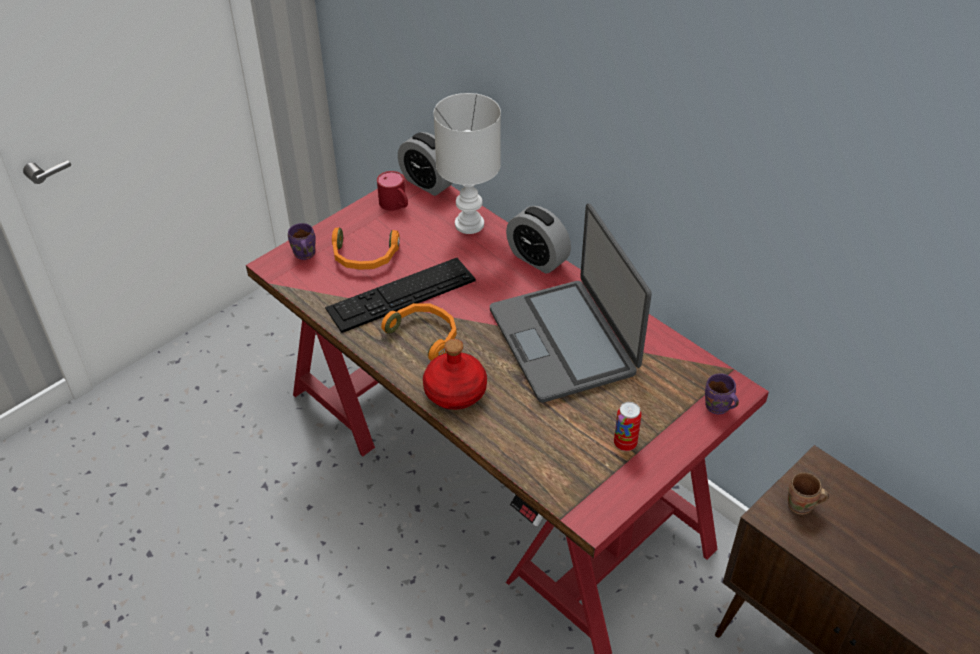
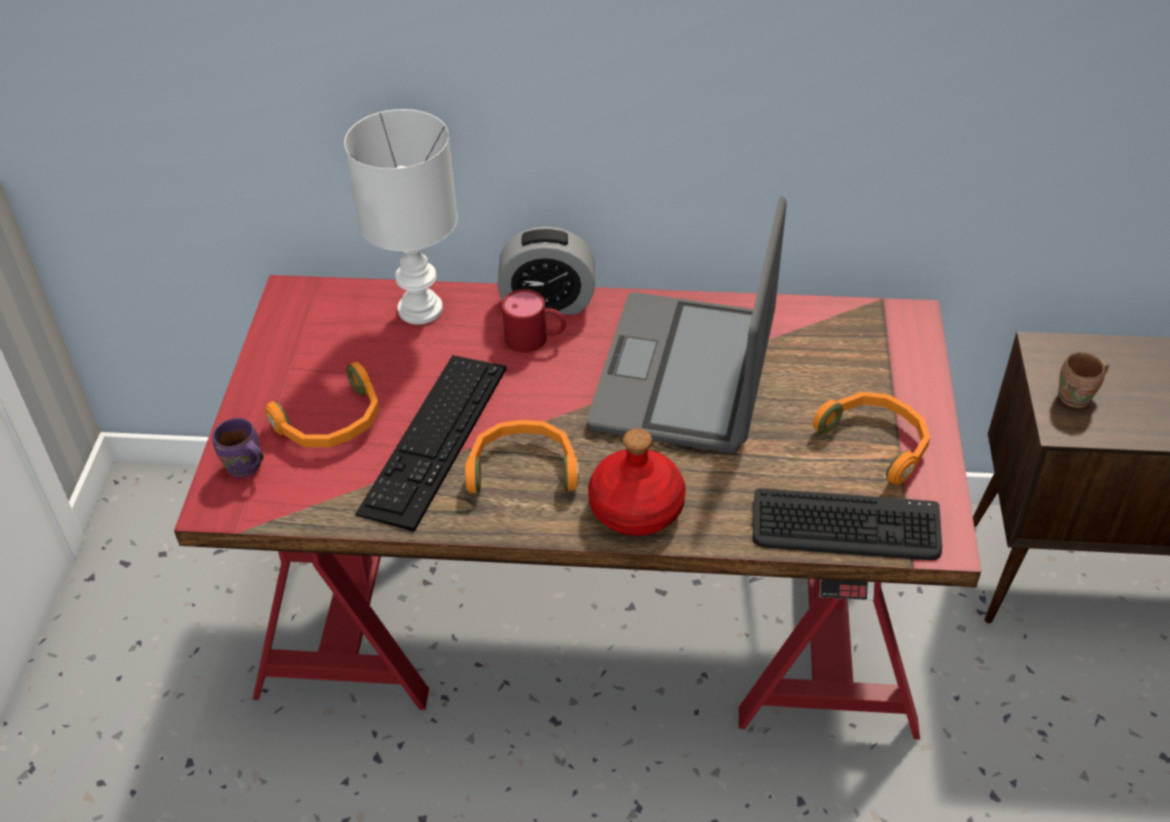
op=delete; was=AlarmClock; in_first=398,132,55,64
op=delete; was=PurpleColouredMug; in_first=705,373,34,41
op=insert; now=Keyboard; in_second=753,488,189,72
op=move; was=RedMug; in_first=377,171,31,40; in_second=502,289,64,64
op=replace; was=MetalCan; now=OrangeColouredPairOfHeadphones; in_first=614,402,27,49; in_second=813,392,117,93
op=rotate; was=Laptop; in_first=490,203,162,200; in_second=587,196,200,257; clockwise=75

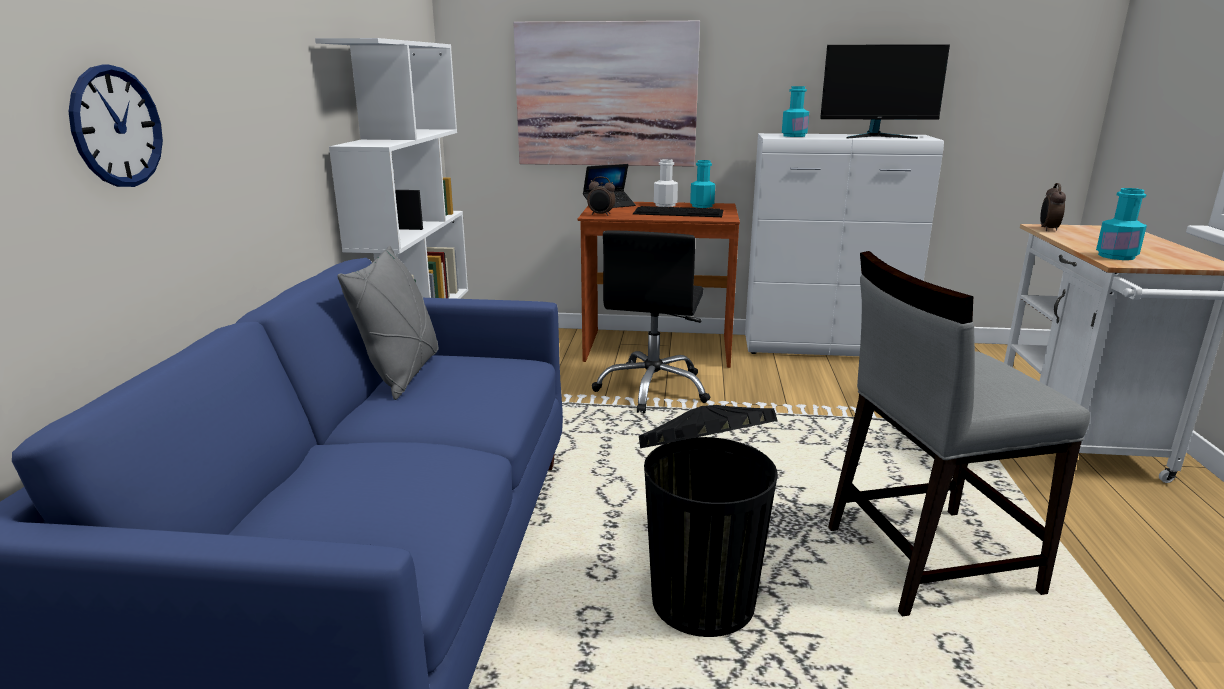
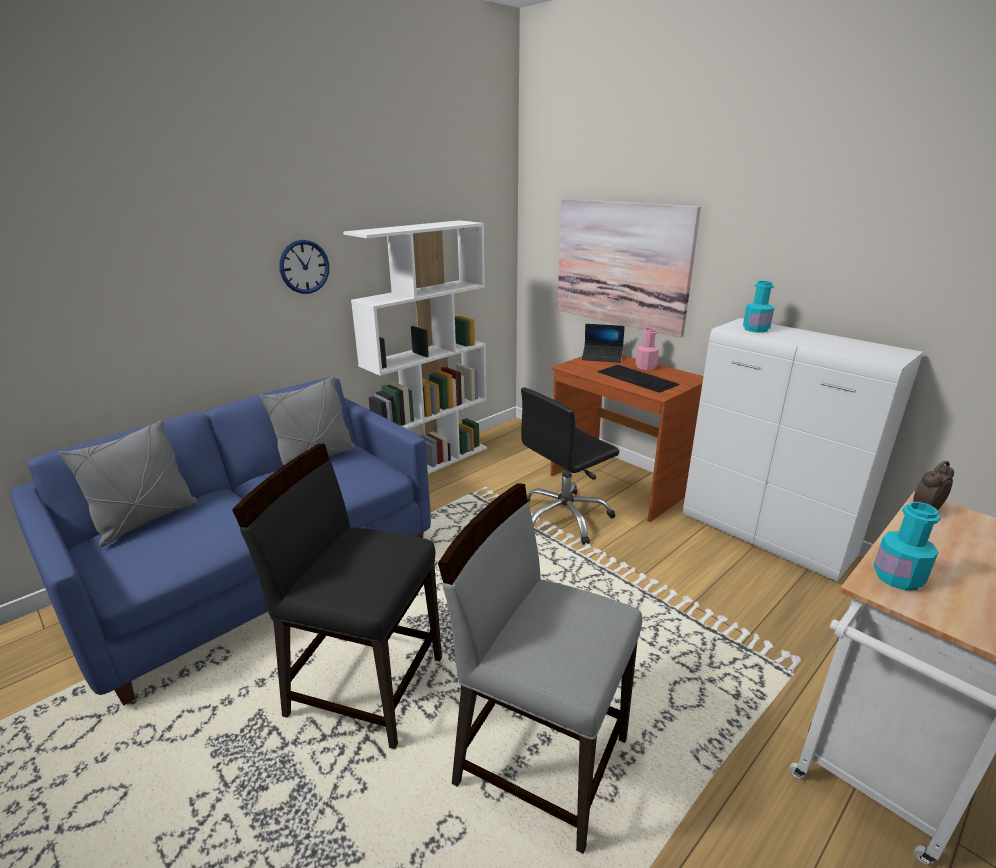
op=delete; was=AlarmClock; in_first=587,177,29,39
op=delete; was=BlueGreenDrinkBottle; in_first=690,160,25,48
op=delete; was=ComputerDisplay; in_first=820,45,130,94
op=insert; now=GreyThrowPillow; in_second=58,420,140,127
op=move; was=ClockOnTheWall; in_first=68,64,95,123; in_second=279,240,50,54
op=replace; was=BlackTrashCan; now=BlackUprightChair; in_first=639,405,139,232; in_second=232,444,210,305
op=recolor; was=WhiteDrinkBottle; now=PinkishDrinkBottle; in_first=654,159,24,48; in_second=636,328,23,42

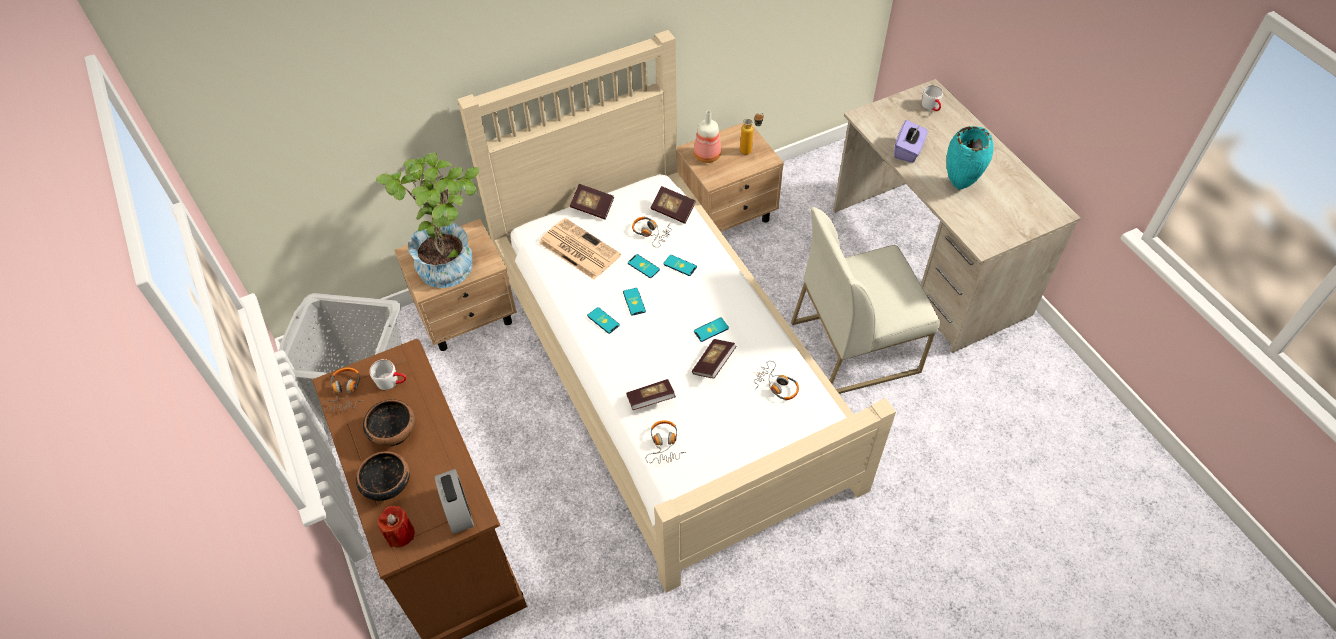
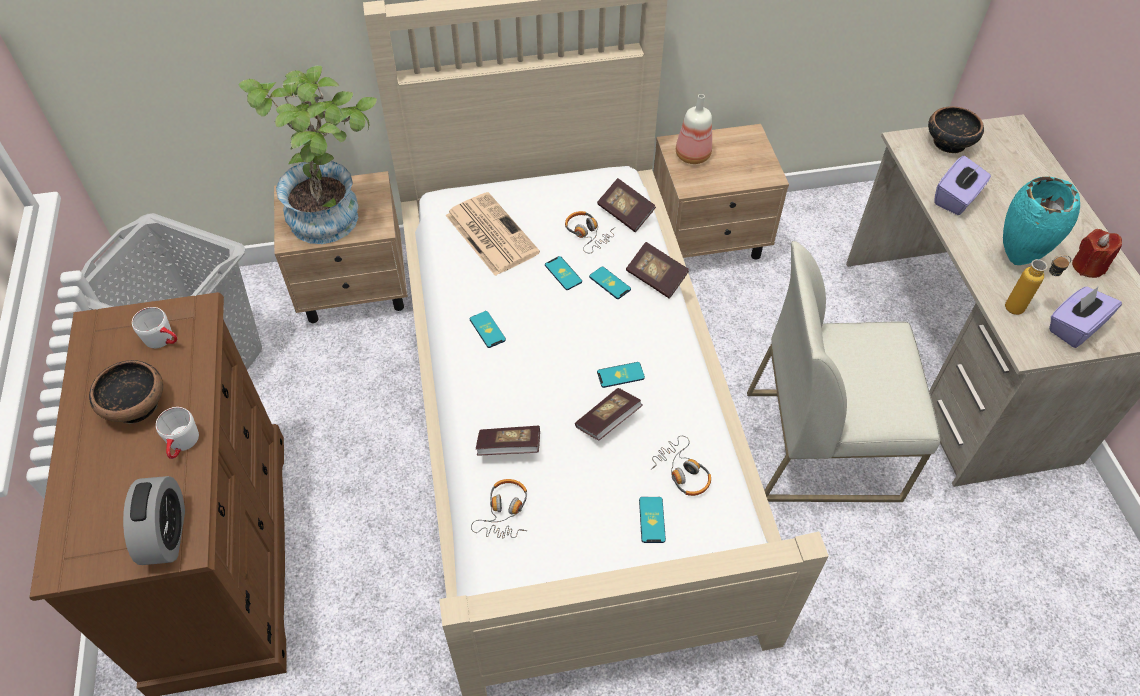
op=delete; was=PairOfHeadphones; in_first=319,368,42,44
op=insert; now=PurpleColouredTissueHolder; in_second=1049,287,73,61
op=move; was=Bowl; in_first=356,451,54,50; in_second=928,106,56,48
op=move; was=RedCandle; in_first=378,506,37,41; in_second=1072,229,50,49
op=move; was=Volume; in_first=570,184,44,36; in_second=626,242,63,57
op=move; was=Handset; in_first=623,288,23,28; in_second=639,497,27,46
op=move; was=DrinkBottle; in_first=740,113,24,42; in_second=1005,255,66,60
op=move; was=WhiteMug; in_first=922,85,21,26; in_second=156,407,43,52

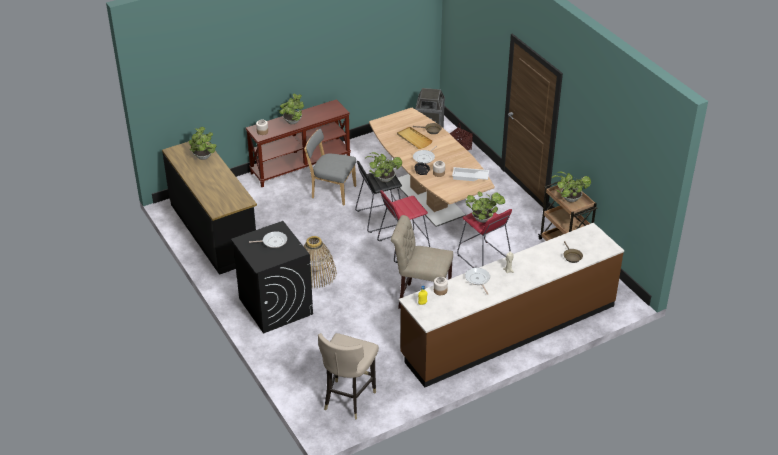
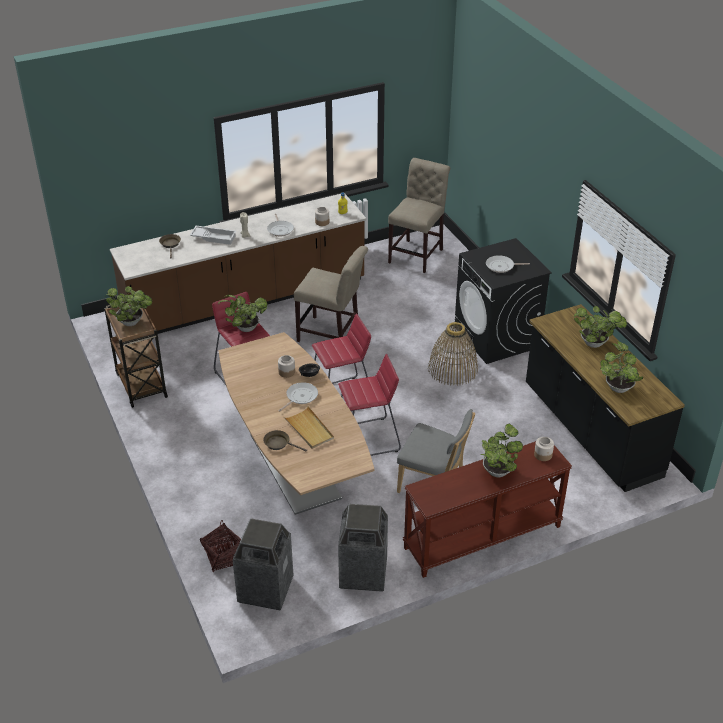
op=insert; now=TrashCan; in_second=338,504,50,88
op=move; was=PottedPlant; in_first=366,152,36,30; in_second=574,306,53,42
op=move; was=WhiteCarryingTray; in_first=452,167,37,14; in_second=190,226,46,19
op=replace; was=BeigeStoolSeat; now=BeigeUprightChair; in_first=318,333,61,86; in_second=388,158,62,115
op=recolor; was=BlackStoolSeat; now=RedStoolSeat; in_first=355,161,47,72; in_second=338,354,63,102

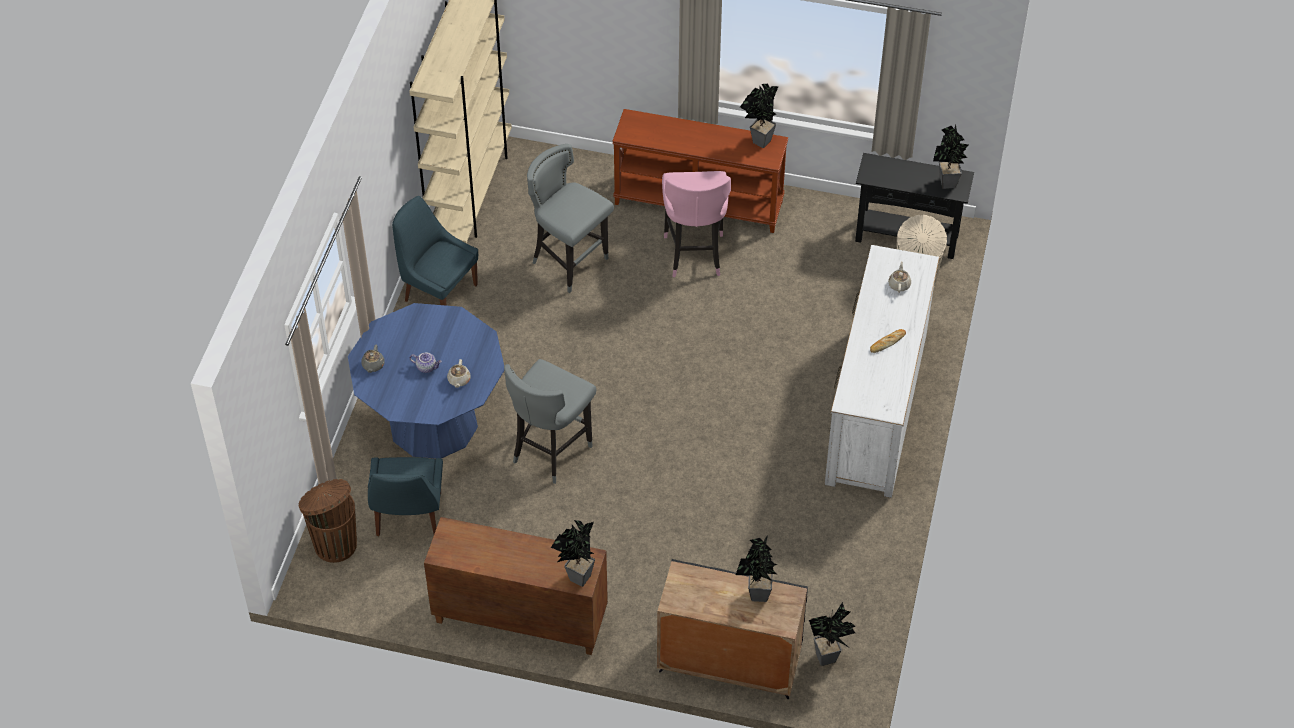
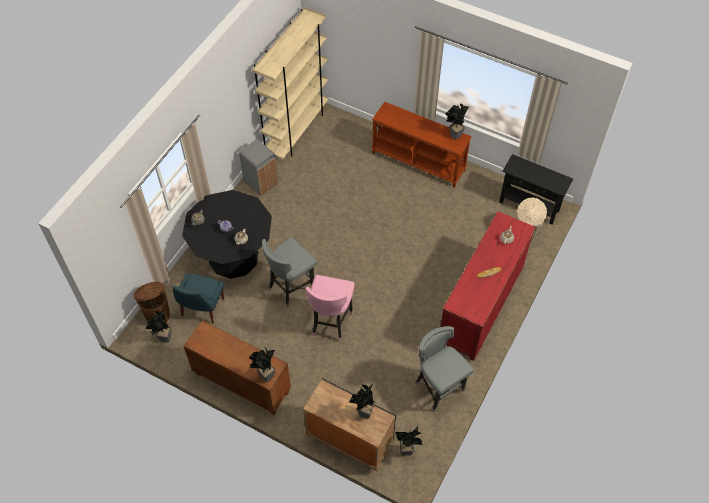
op=move; was=GreyStoolSeat; in_first=527,144,87,149; in_second=415,326,59,86
op=move; was=PinkishStoolSeat; in_first=662,171,69,107; in_second=305,275,50,67
op=move; was=PottedPlant; in_first=933,124,35,65; in_second=146,310,25,33
op=replace; was=BluishUprightChair; now=GreyTrashCan; in_first=392,196,86,109; in_second=239,139,40,57
op=recolor; was=BluishDinnerTable; now=BlackDinnerTable; in_first=348,303,156,156; in_second=182,190,90,89
op=recolor; was=WhiteChestOfDrawers; now=RedChestOfDrawers; in_first=825,245,115,253; in_second=441,211,95,150

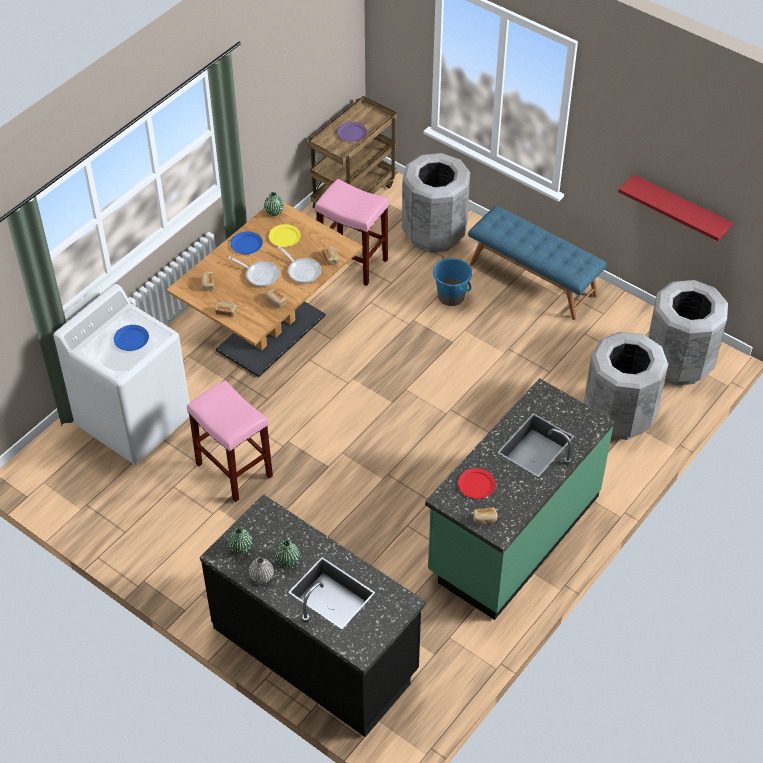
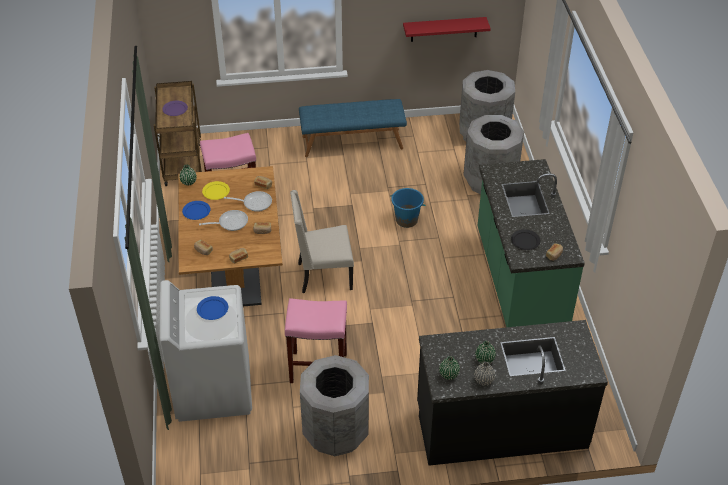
op=insert; now=BeigeUprightChair; in_second=290,190,64,103
op=move; was=GreyTrashCan; in_first=402,153,68,100; in_second=300,355,69,101
op=move; was=BluishWaterBucket; in_first=433,258,39,48; in_second=390,188,36,40
op=recolor; was=RedPlate; now=BlackPlate; in_first=458,468,38,31; in_second=511,229,29,21

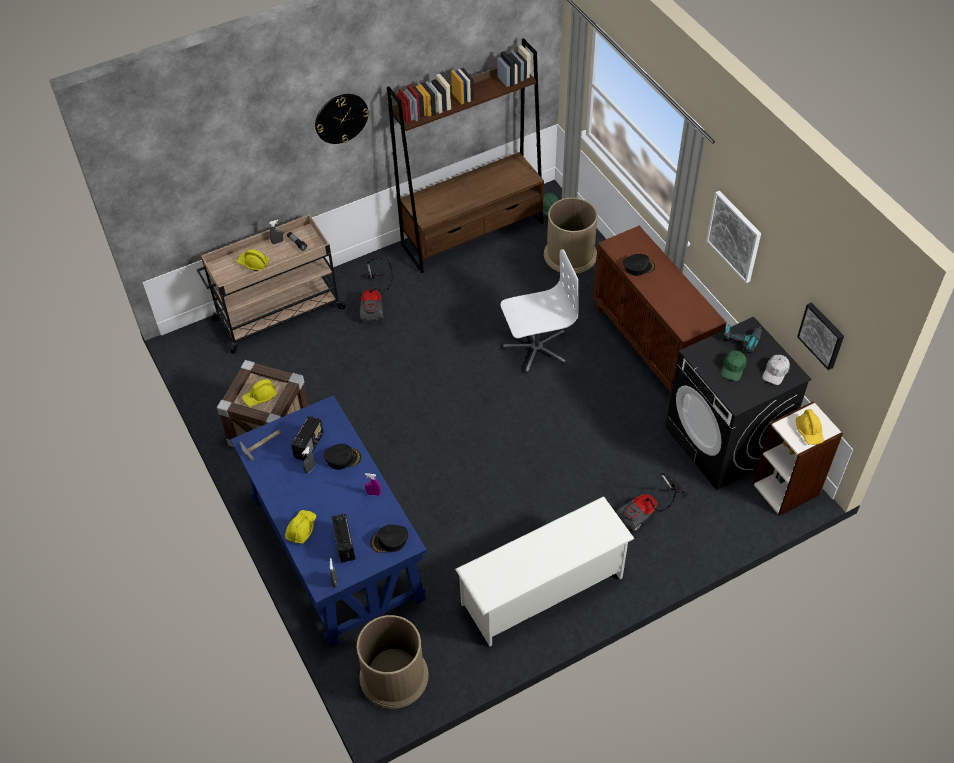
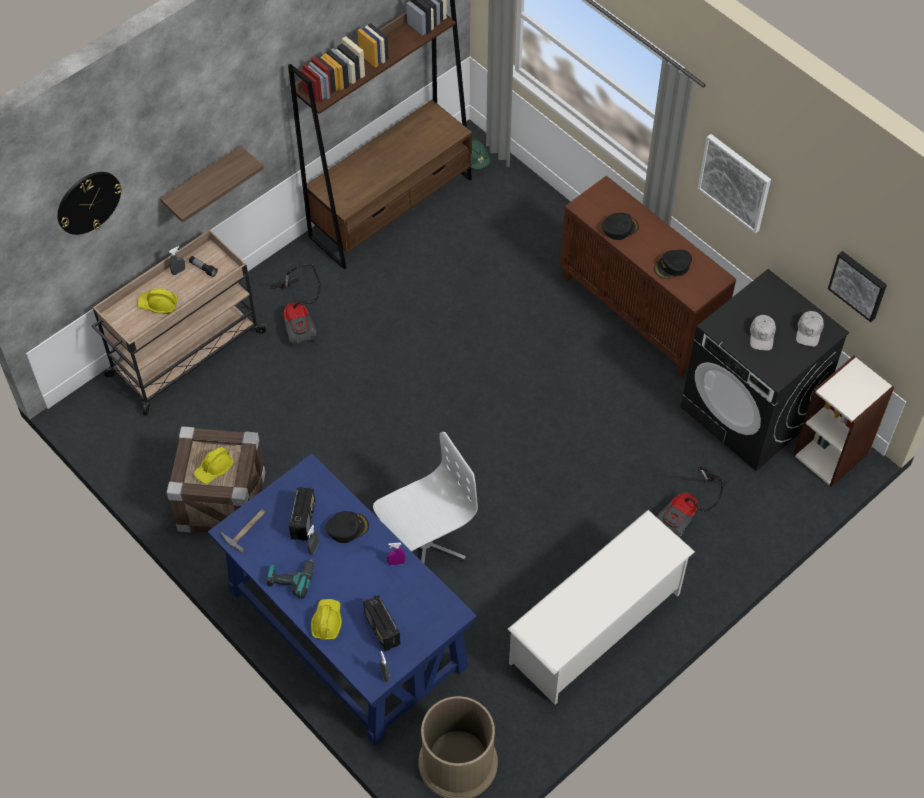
op=delete; was=BrownTrashCan; in_first=544,198,54,76
op=delete; was=YellowHardHat; in_first=796,409,28,36
op=insert; now=BracketShelf; in_second=160,146,104,77
op=move; was=ClockOnTheWall; in_first=315,94,54,50; in_second=57,172,65,63
op=move; was=BlackBaseballCap; in_first=370,525,38,28; in_second=654,250,38,29
op=move; was=WhiteDeskChair; in_first=501,249,78,125; in_second=373,432,105,132
op=move; was=Drill; in_first=723,325,39,29; in_second=267,558,47,41
op=recolor; was=GreenColouredBaseballCap; now=WhiteBaseballCap; in_first=721,350,26,31; in_second=750,315,26,36

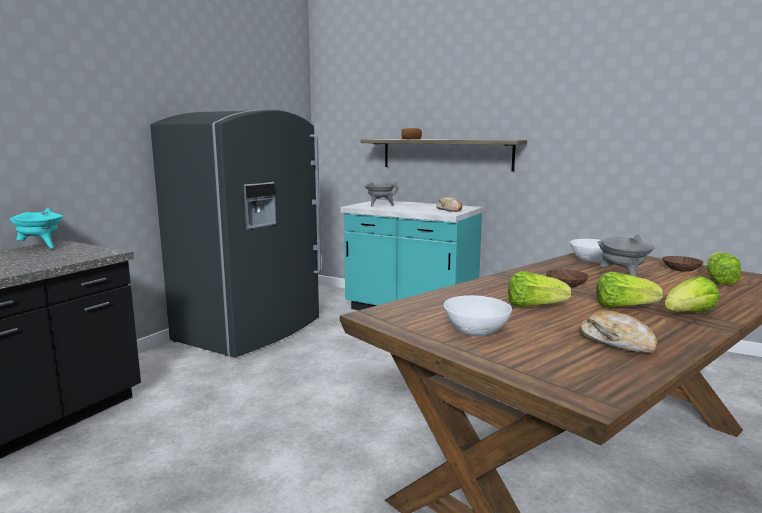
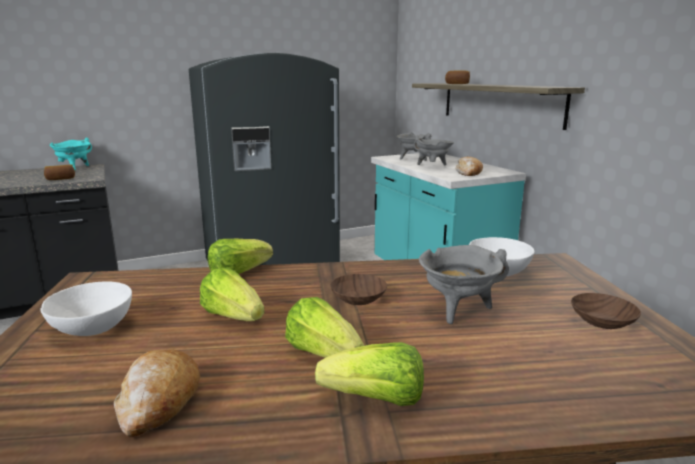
op=insert; now=BakedBread; in_second=44,164,31,16
op=insert; now=GreyStockpot; in_second=414,136,40,29
op=move; was=Lettuce; in_first=706,252,35,33; in_second=208,238,65,36

